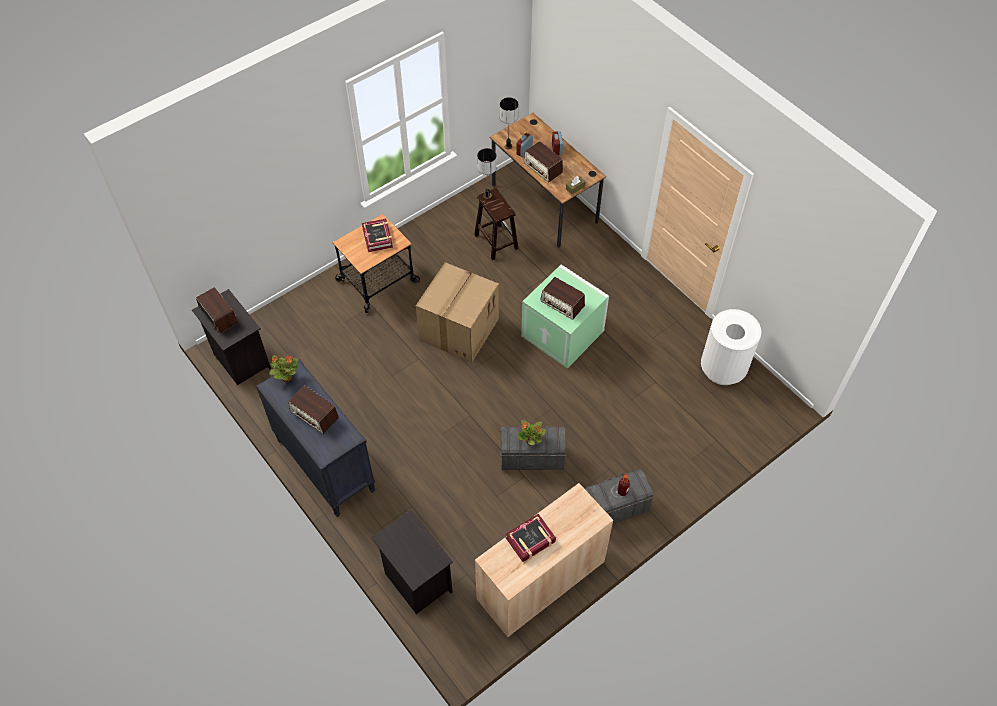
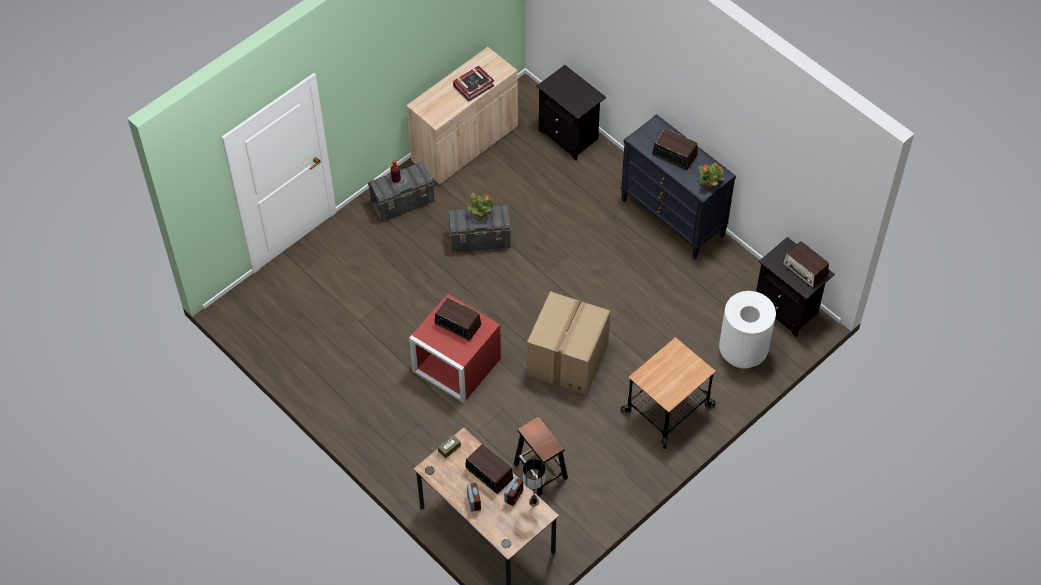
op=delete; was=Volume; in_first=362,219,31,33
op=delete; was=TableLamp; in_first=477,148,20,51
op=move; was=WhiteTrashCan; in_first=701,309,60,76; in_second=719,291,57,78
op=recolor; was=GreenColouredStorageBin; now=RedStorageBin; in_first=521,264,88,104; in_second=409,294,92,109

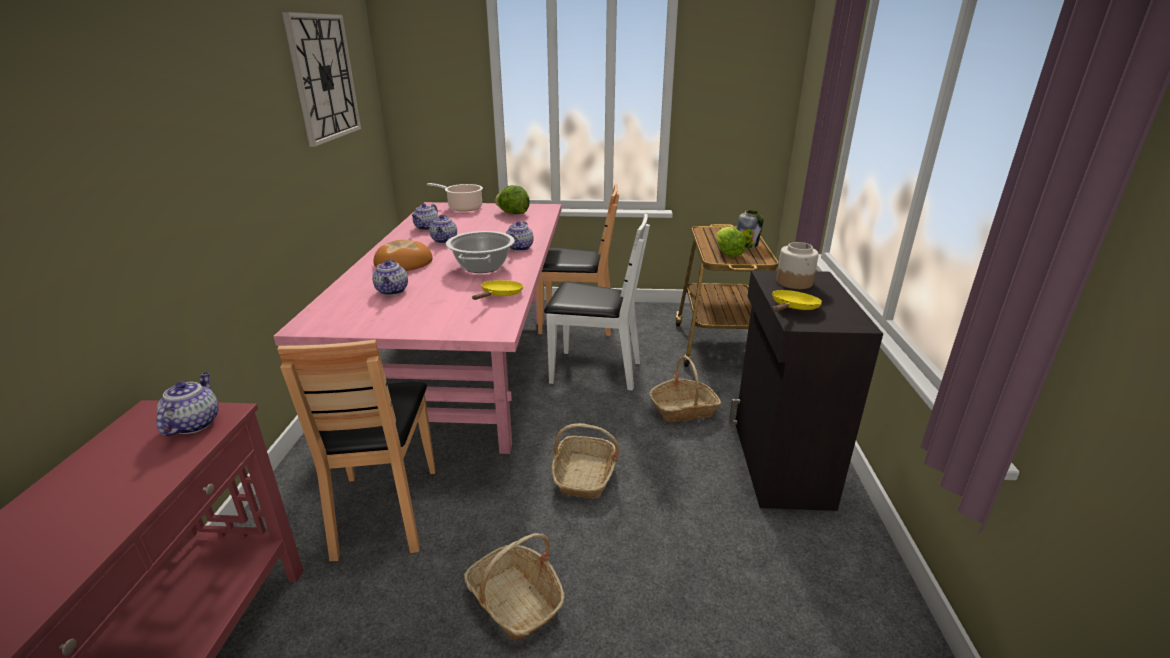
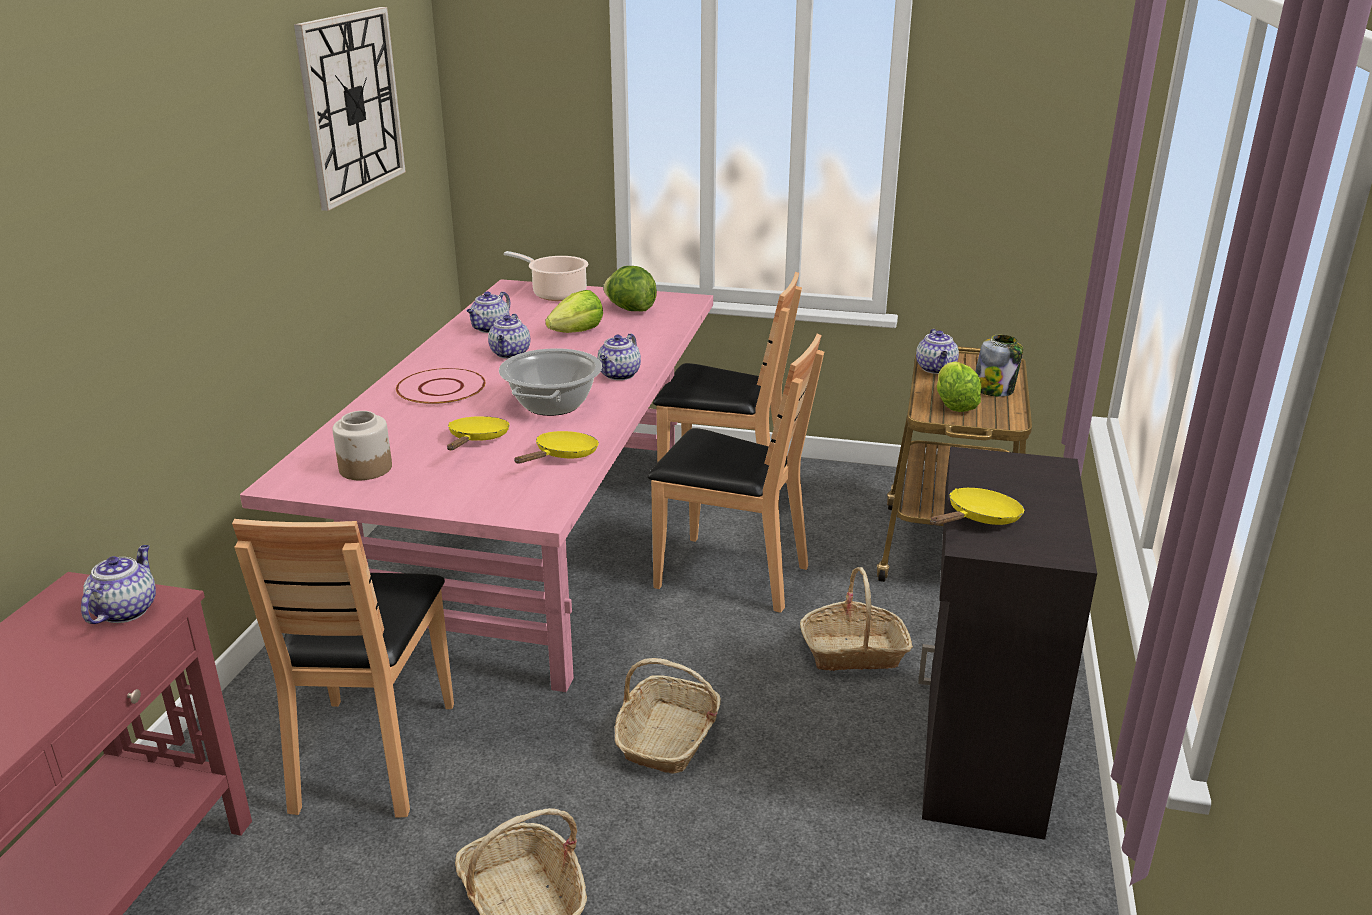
op=insert; now=YellowFryingPan; in_second=447,416,63,34
op=insert; now=Lettuce; in_second=545,290,58,43
op=move; was=TeaPot; in_first=372,259,36,36; in_second=916,329,43,45
op=move; was=StorageJar; in_first=776,242,43,47; in_second=332,411,60,69
op=replace; was=BakedBread; now=PinkishPlate; in_first=374,240,59,31; in_second=396,368,90,38
op=recolor; was=WhiteUprightChair; now=BrownUprightChair; in_first=544,213,106,178; in_second=648,334,176,279

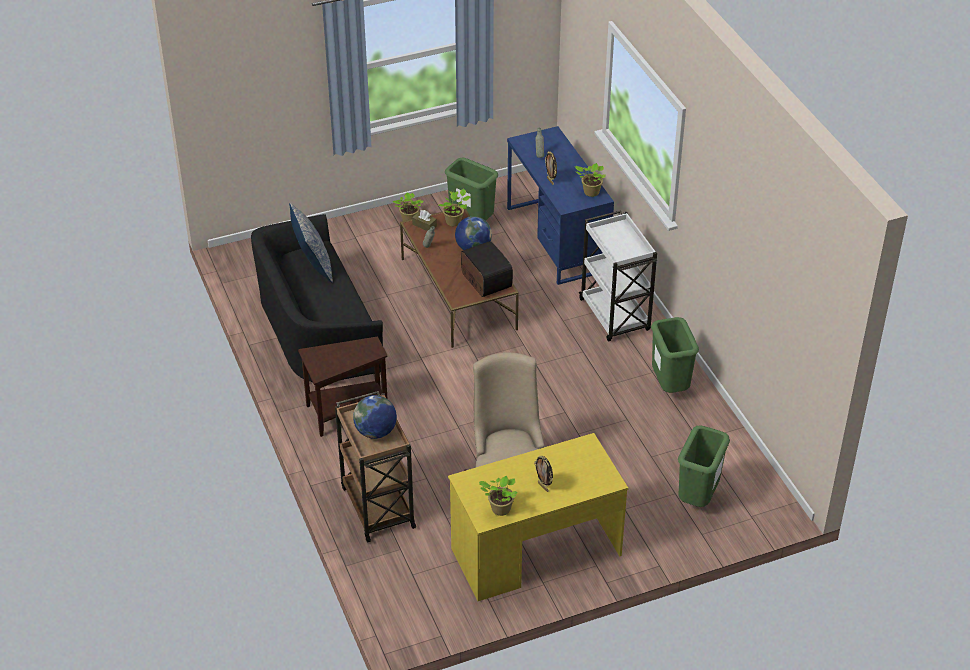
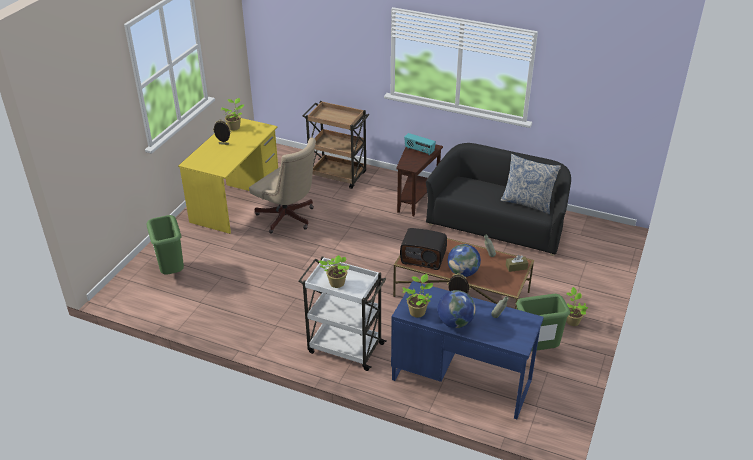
op=delete; was=GreenColouredTrashCan; in_first=651,317,48,76
op=insert; now=RadioReceiver; in_second=404,133,32,22
op=move; was=Globe; in_first=353,395,44,44; in_second=437,290,39,38
op=move; was=PottedPlant; in_first=438,189,33,37; in_second=318,255,32,33

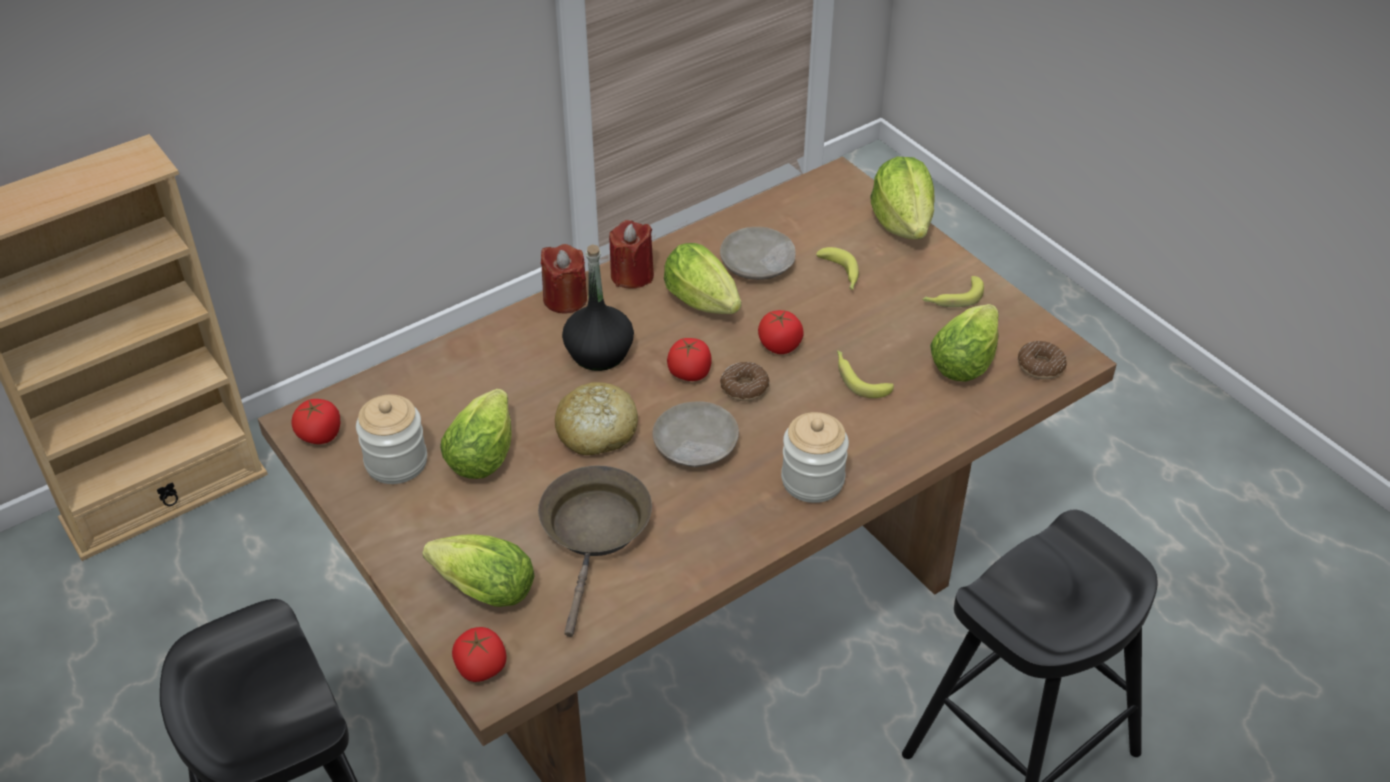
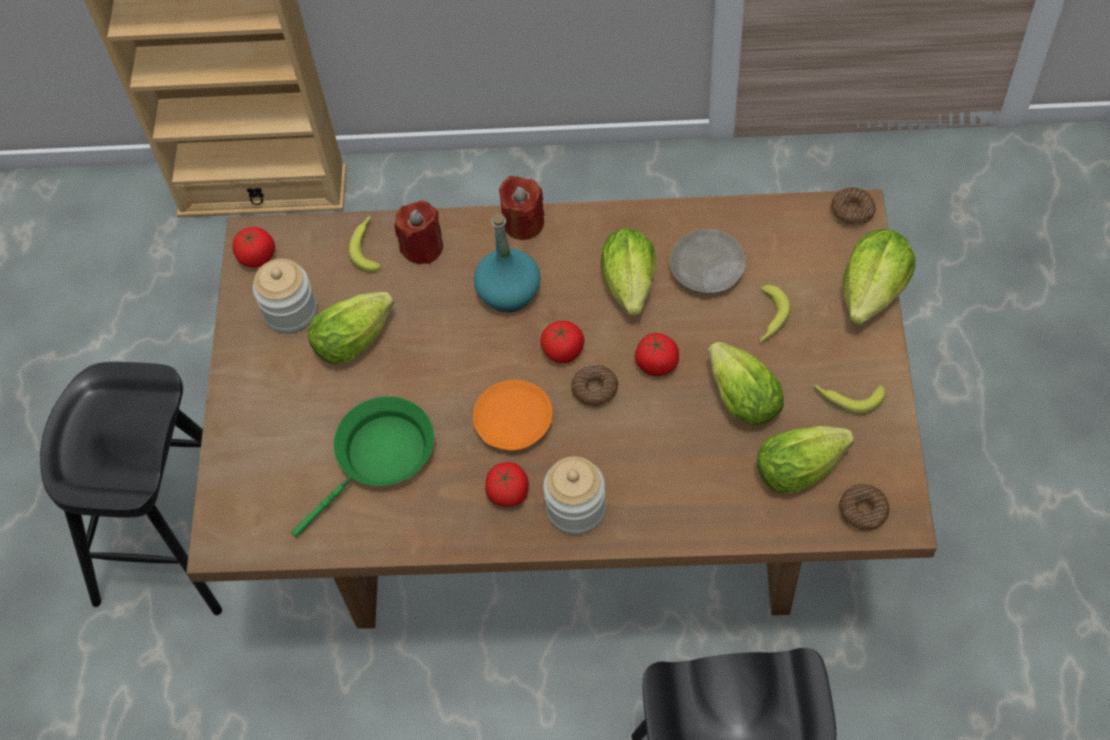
op=delete; was=BakedBread; in_first=555,382,83,73
op=insert; now=Doughnut; in_second=831,188,45,38
op=move; was=Lettuce; in_first=422,535,113,72; in_second=708,342,76,83
op=move; was=WholeTomato; in_first=452,627,55,55; in_second=485,462,44,45
op=move; was=RedCandle; in_first=609,220,45,68; in_second=394,200,49,64
op=move; was=BananaFruit; in_first=837,350,57,48; in_second=349,215,32,58
op=recolor; was=BrownFryingPan; now=GreenColouredFryingPan; in_first=538,466,114,171; in_second=291,396,143,141
op=recolor; was=BlackDrinkBottle; now=BlueGreenDrinkBottle; in_first=562,244,72,127; in_second=474,213,67,99
op=recolor; was=BeigePlate; now=OrangeColouredPlate; in_first=653,402,86,65; in_second=473,380,80,70

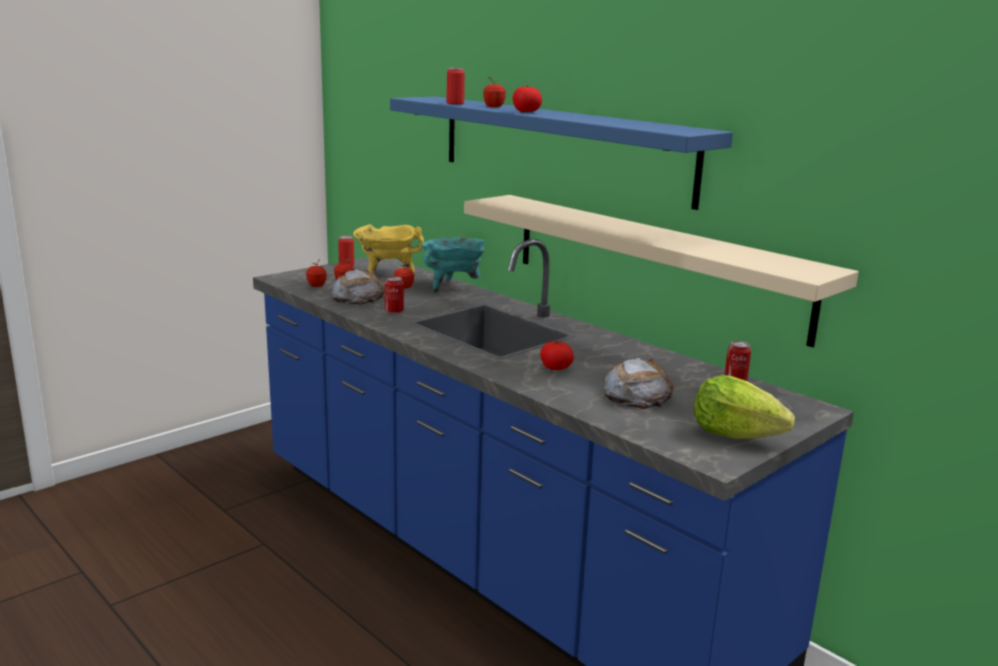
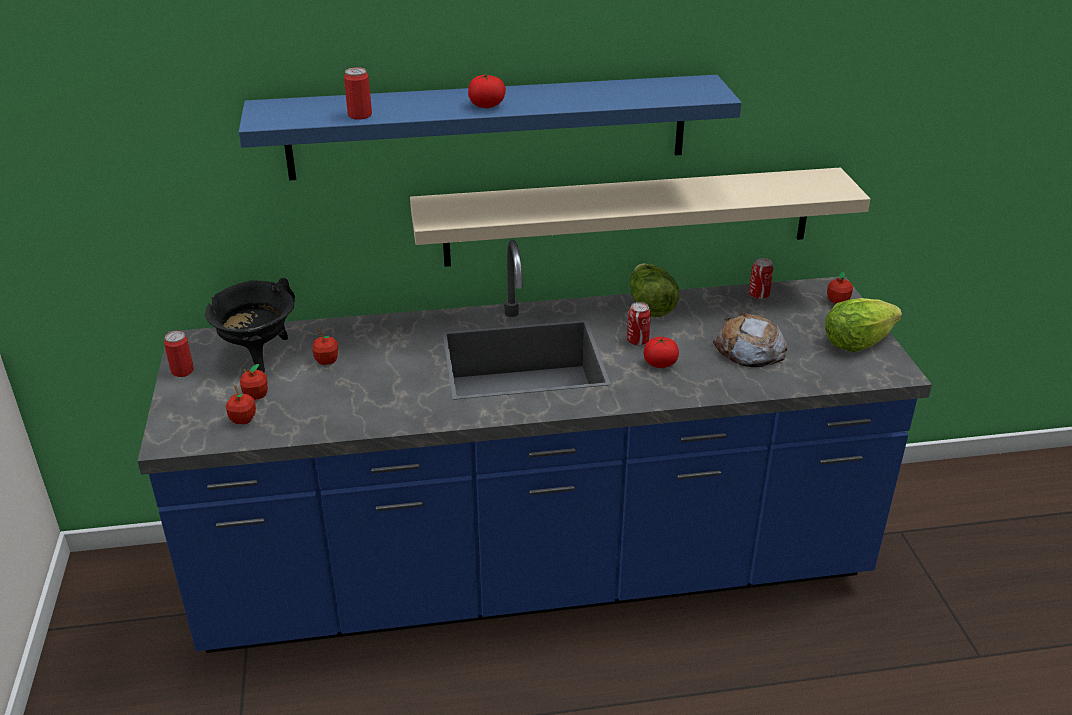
op=delete; was=BakedBread; in_first=332,269,53,36
op=delete; was=BlueGreenStockpot; in_first=422,238,63,55
op=insert; now=Lettuce; in_second=630,264,49,53
op=move; was=MetalCan; in_first=385,277,19,37; in_second=627,302,24,44
op=move; was=Apple; in_first=484,77,22,30; in_second=827,272,26,32
op=recolor; was=YellowStockpot; now=BlackStockpot; in_first=353,224,71,51; in_second=205,278,90,95

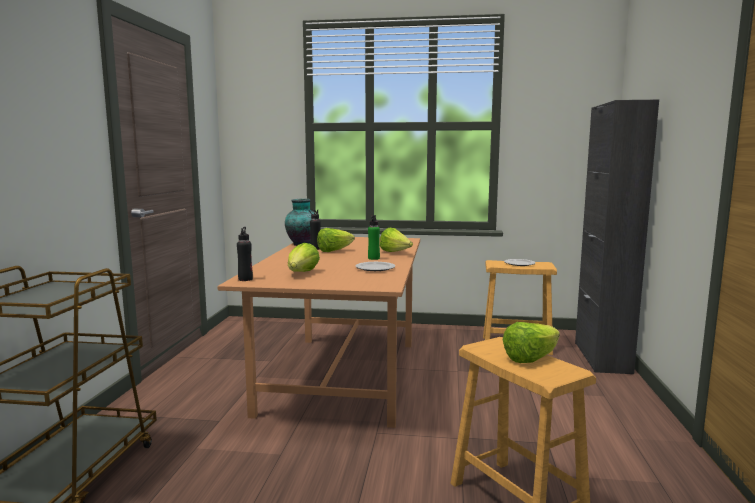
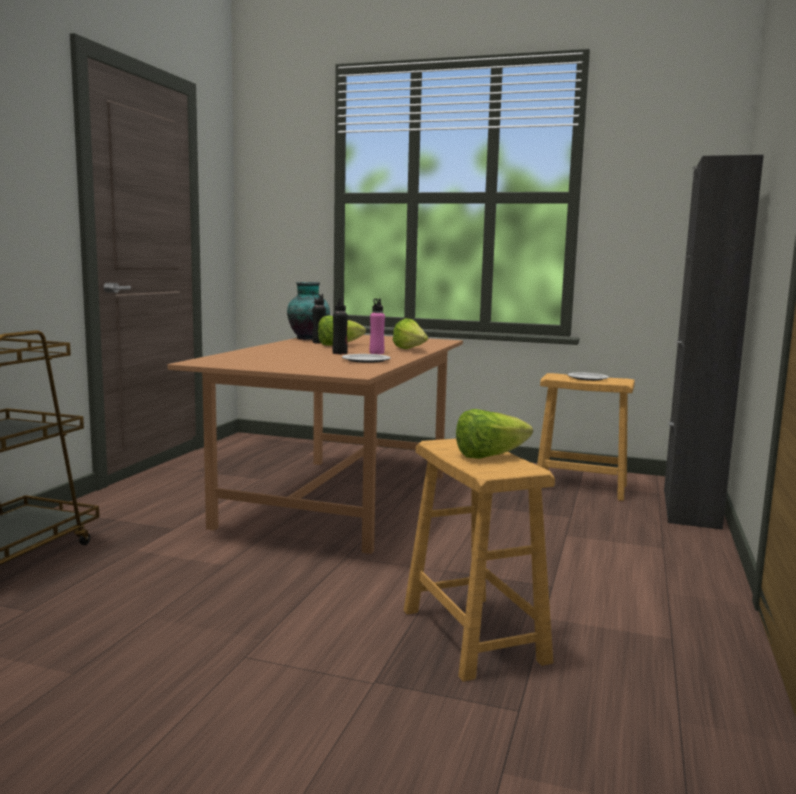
op=delete; was=Lettuce; in_first=288,243,32,29
op=move; was=BlackDrinkBottle; in_first=237,227,16,54; in_second=332,298,16,56
op=recolor; was=GreenColouredDrinkBottle; now=PinkishDrinkBottle; in_first=368,215,12,45; in_second=370,299,15,55

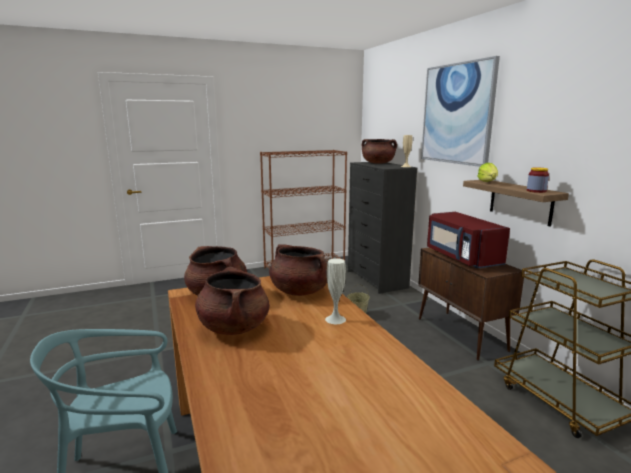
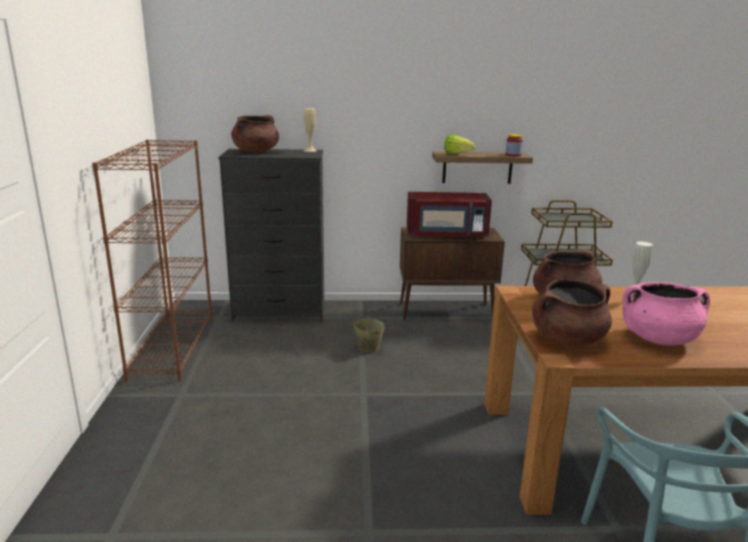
op=delete; was=WallArt; in_first=421,56,79,111
op=recolor; was=BrownStockpot; now=PinkishStockpot; in_first=195,267,75,68; in_second=622,282,88,63

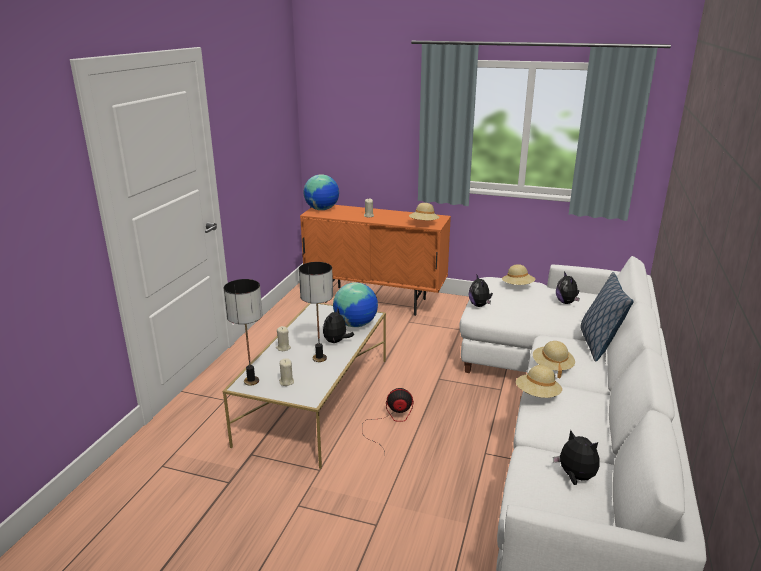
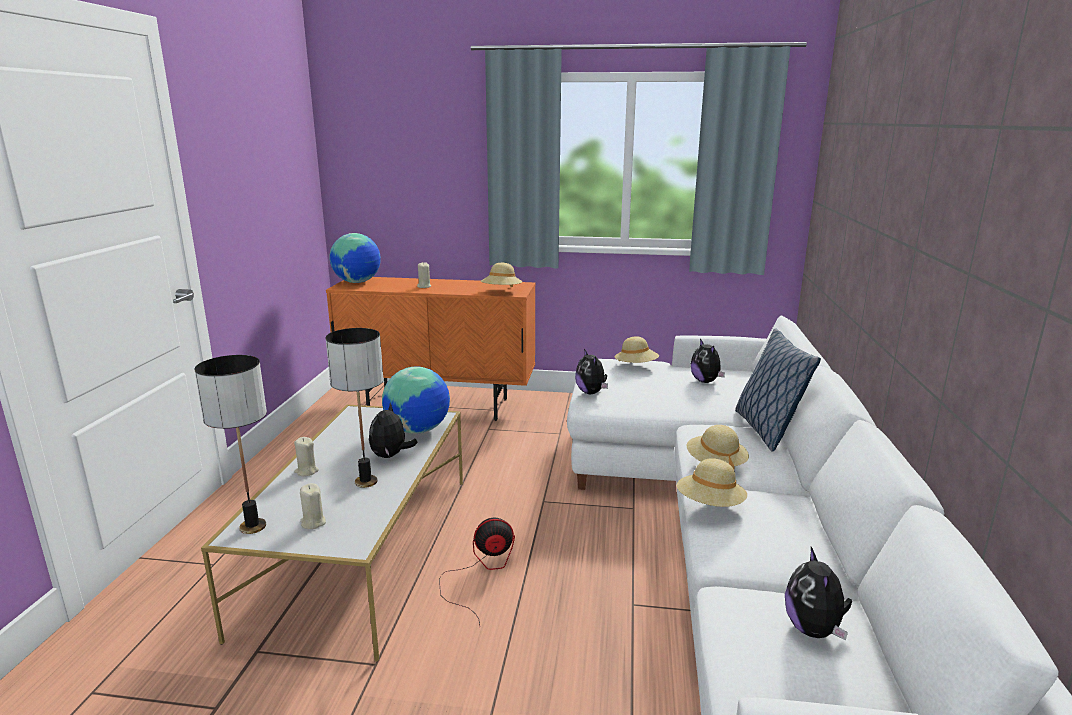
op=rotate; was=CuddlyToy; in_first=553,430,47,55; in_second=785,547,67,93; clockwise=-120

